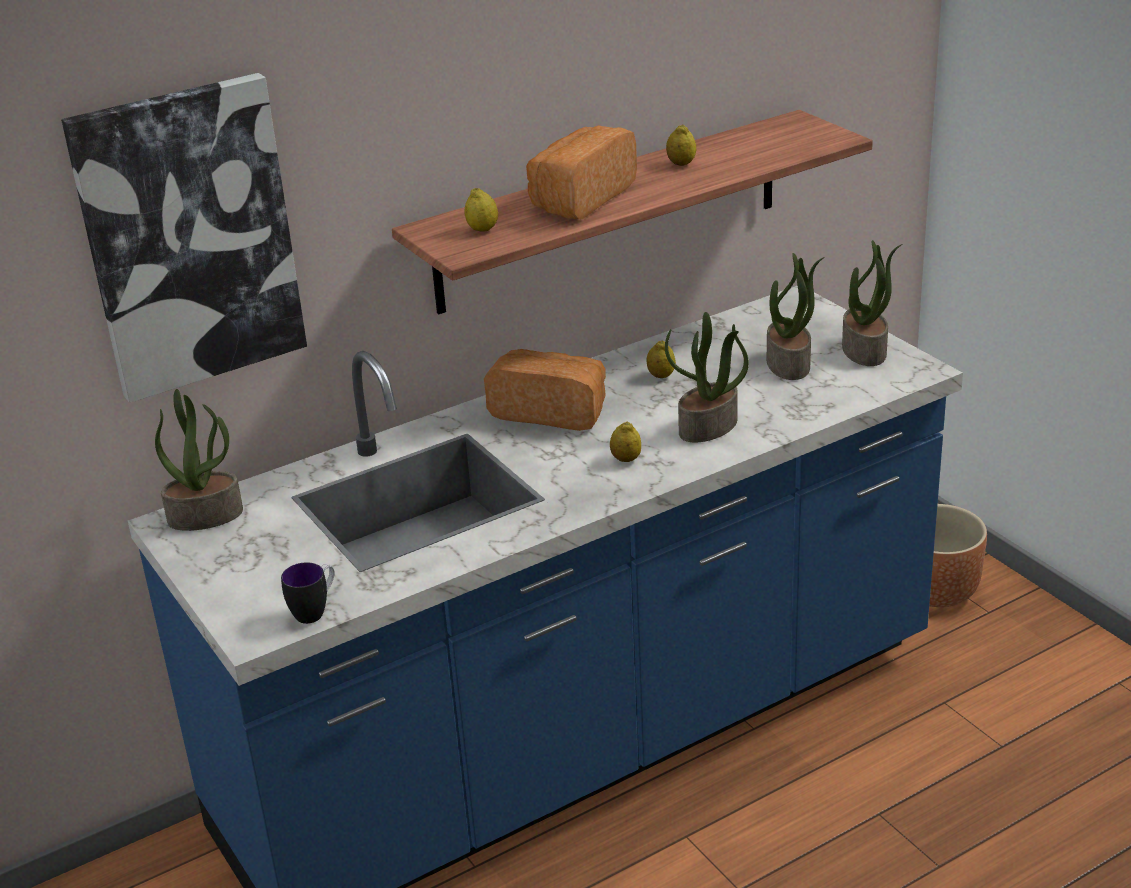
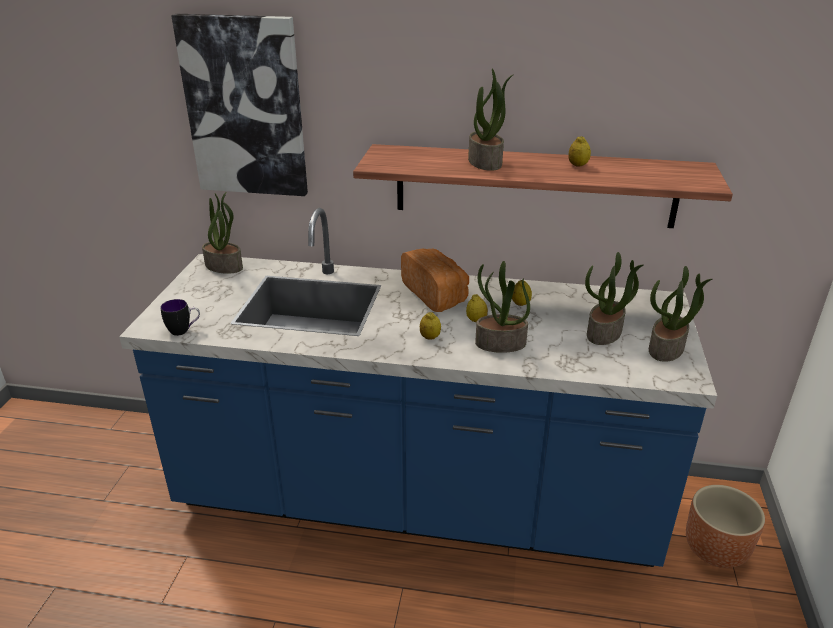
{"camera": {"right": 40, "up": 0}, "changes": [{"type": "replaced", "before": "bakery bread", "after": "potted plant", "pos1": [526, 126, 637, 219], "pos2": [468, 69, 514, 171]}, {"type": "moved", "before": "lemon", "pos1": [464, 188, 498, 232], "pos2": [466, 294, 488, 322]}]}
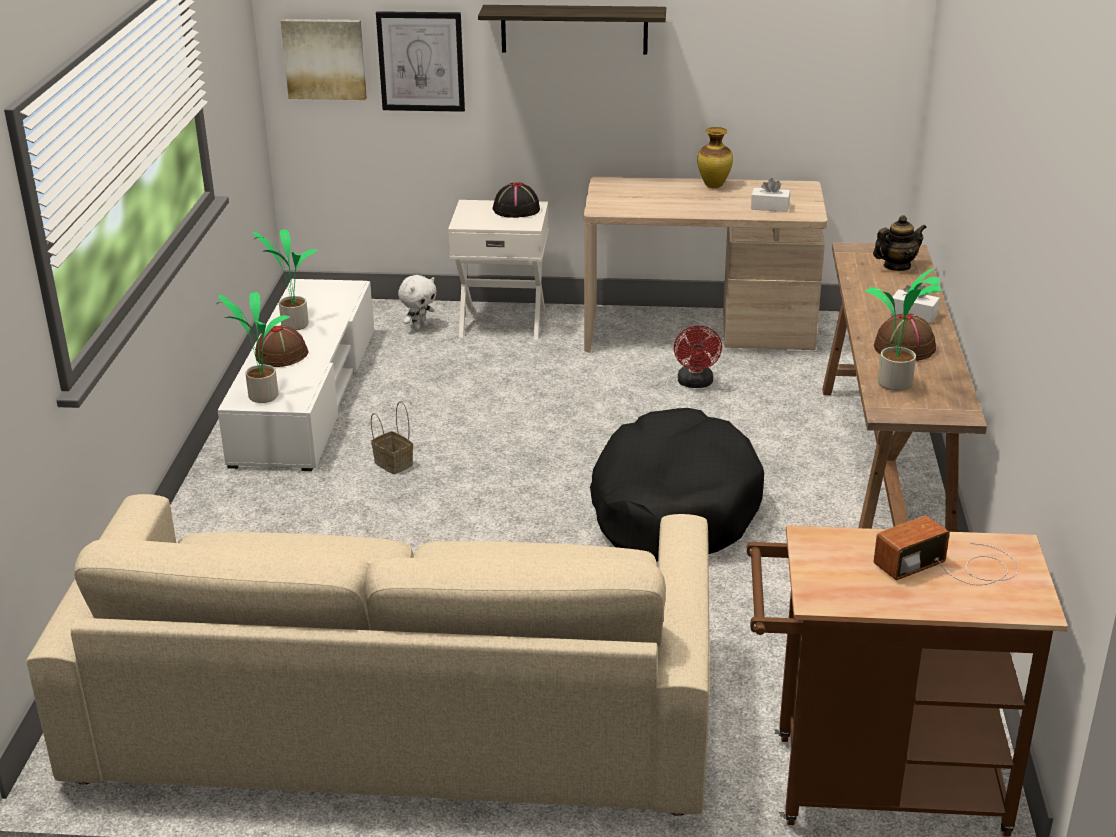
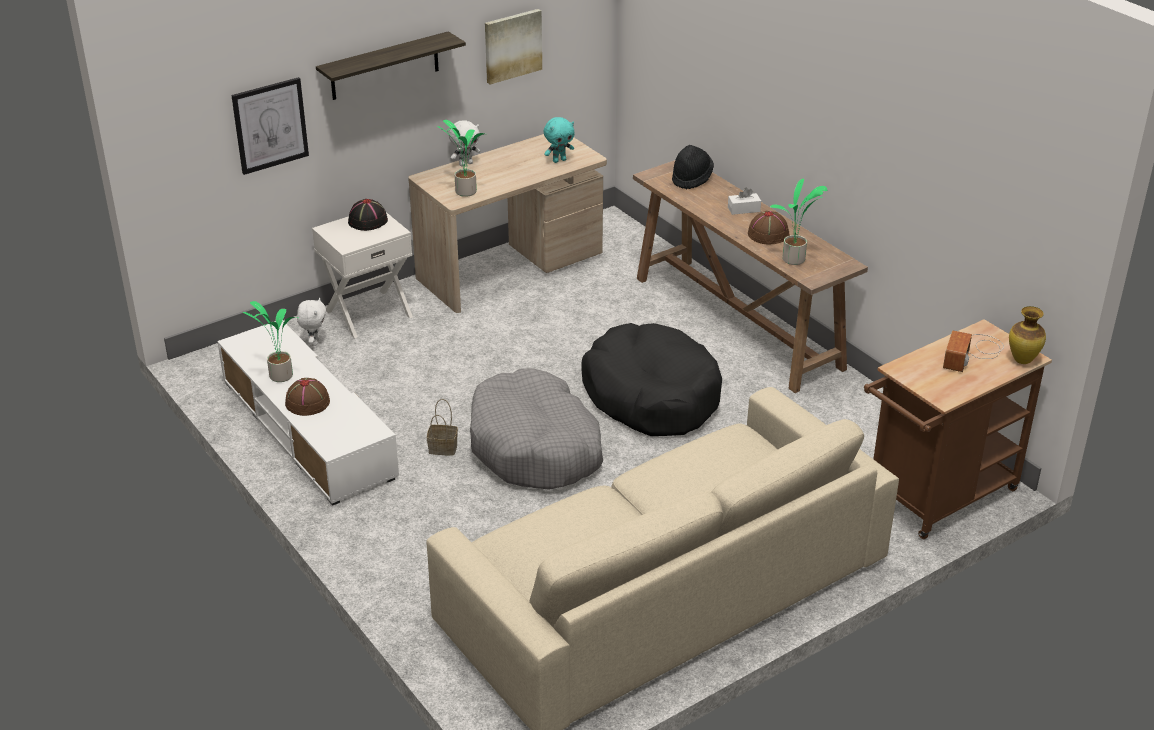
{"camera": {"right": -40, "up": 5}, "changes": [{"type": "moved", "before": "wall art", "pos1": [281, 19, 367, 100], "pos2": [485, 9, 542, 84]}, {"type": "moved", "before": "flower vase", "pos1": [697, 127, 733, 188], "pos2": [1009, 306, 1046, 364]}, {"type": "replaced", "before": "white box of tissues", "after": "blue-green soft toy", "pos1": [751, 178, 790, 212], "pos2": [544, 117, 574, 163]}, {"type": "replaced", "before": "teapot", "after": "blackish wearable hat", "pos1": [873, 215, 927, 271], "pos2": [672, 145, 714, 190]}, {"type": "moved", "before": "potted plant", "pos1": [217, 292, 290, 403], "pos2": [437, 120, 485, 197]}, {"type": "removed", "before": "red electric fan", "pos1": [674, 325, 722, 388]}, {"type": "added", "after": "white soft toy", "pos2": [449, 120, 480, 166]}, {"type": "added", "after": "grey dog cushion", "pos2": [470, 368, 603, 490]}]}
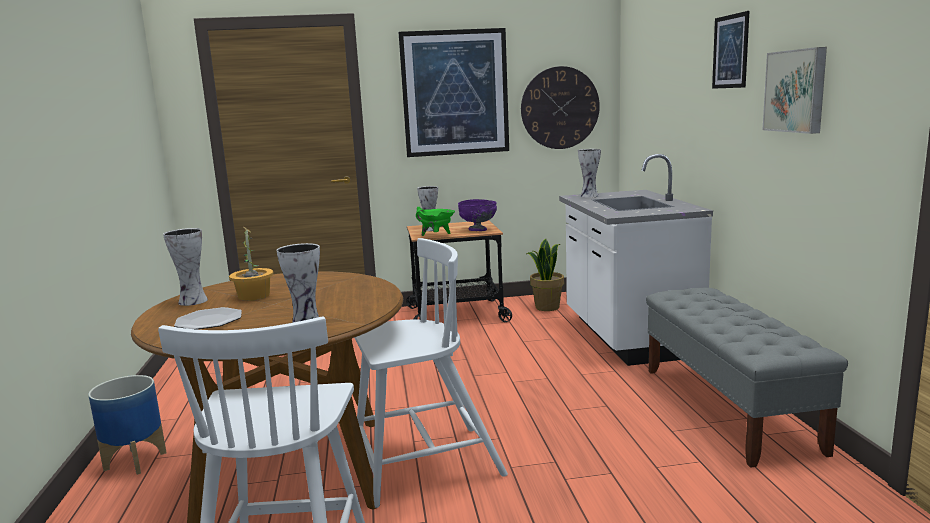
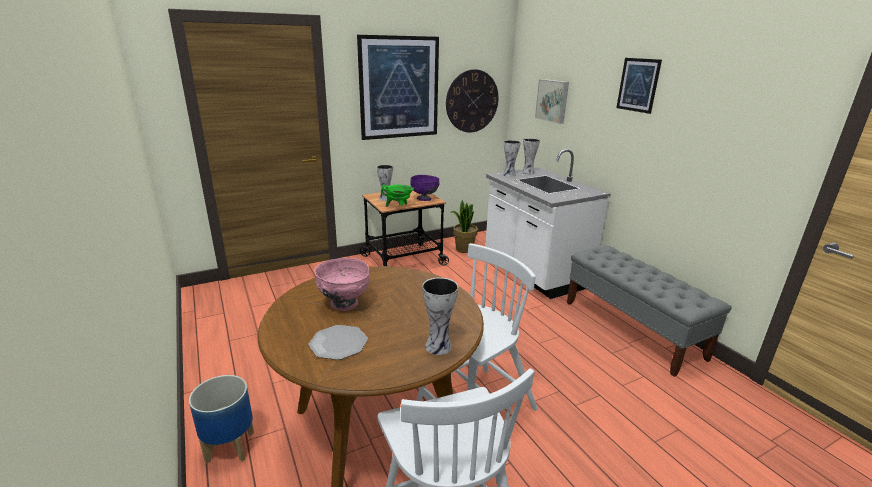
{"camera": {"right": -20, "up": 10}, "changes": [{"type": "moved", "before": "wall art", "pos1": [762, 47, 827, 134], "pos2": [535, 79, 569, 124]}, {"type": "replaced", "before": "potted plant", "after": "pinkish serving bowl", "pos1": [229, 226, 274, 301], "pos2": [314, 258, 370, 311]}, {"type": "moved", "before": "flower vase", "pos1": [163, 228, 208, 306], "pos2": [522, 138, 540, 174]}]}
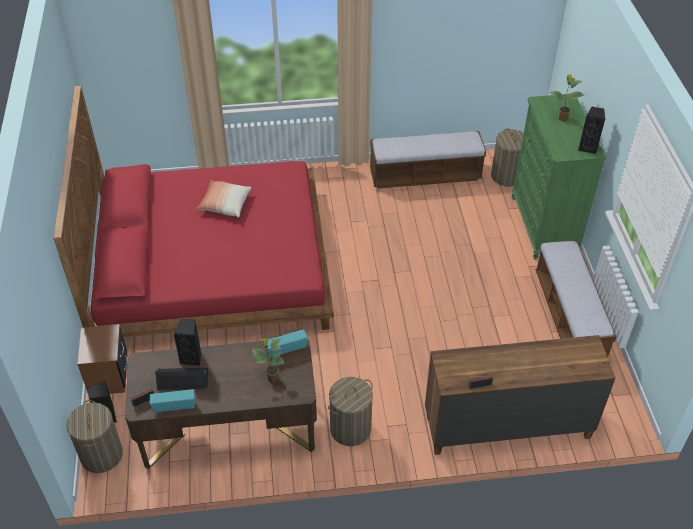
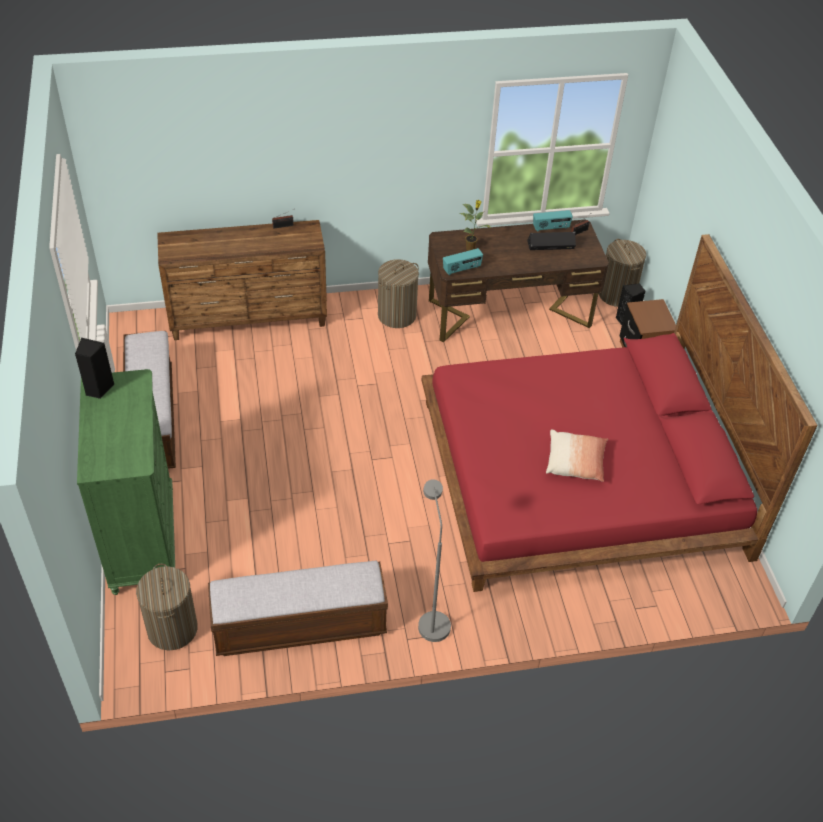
{"camera": {"right": 175, "up": 0}, "changes": [{"type": "removed", "before": "potted plant", "pos1": [550, 75, 584, 122]}, {"type": "removed", "before": "blackish loudspeaker", "pos1": [173, 319, 201, 366]}, {"type": "added", "after": "grey standard lamp", "pos2": [418, 479, 451, 642]}]}
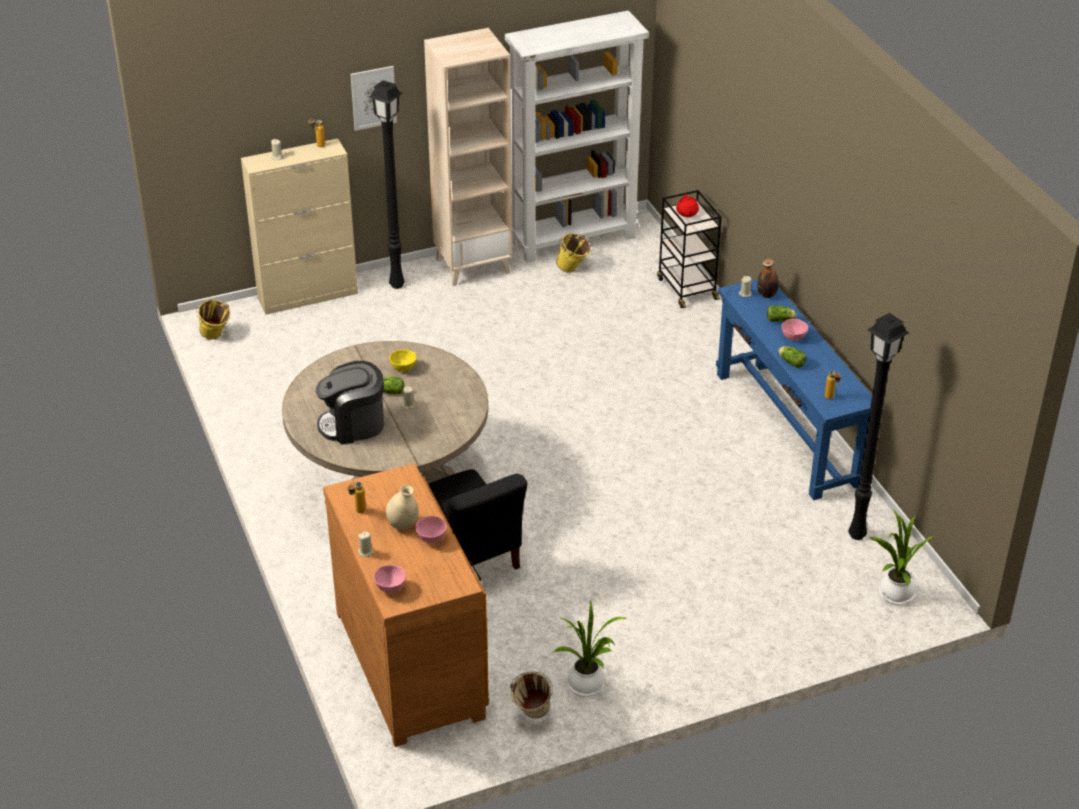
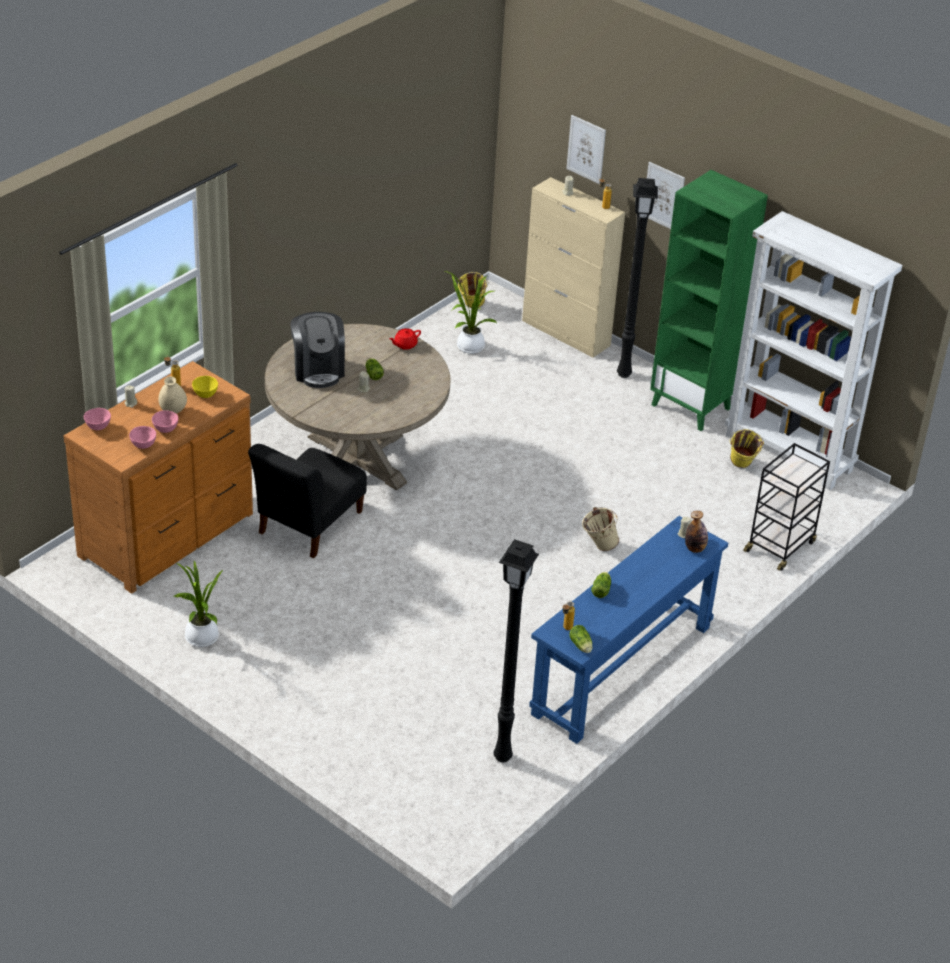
{"camera": {"right": 60, "up": 0}, "changes": [{"type": "recoloured", "before": "beige bookshelf", "after": "greenish bookshelf", "pos1": [424, 28, 512, 286], "pos2": [650, 170, 768, 431]}, {"type": "moved", "before": "red teapot", "pos1": [676, 194, 699, 217], "pos2": [389, 328, 421, 350]}, {"type": "moved", "before": "lettuce head", "pos1": [767, 305, 797, 322], "pos2": [569, 625, 592, 653]}, {"type": "moved", "before": "pinkish serving bowl", "pos1": [782, 319, 808, 341], "pos2": [129, 426, 156, 449]}, {"type": "moved", "before": "yellow serving bowl", "pos1": [389, 349, 417, 372], "pos2": [192, 376, 218, 398]}, {"type": "turned", "before": "coffee machine", "pos1": [316, 361, 384, 445], "pos2": [290, 312, 345, 388], "turn": -150}, {"type": "moved", "before": "potted plant", "pos1": [870, 509, 934, 605], "pos2": [445, 271, 497, 354]}, {"type": "moved", "before": "beige water bucket", "pos1": [510, 672, 553, 719], "pos2": [582, 507, 619, 551]}, {"type": "added", "after": "wall art", "pos2": [566, 115, 606, 184]}]}
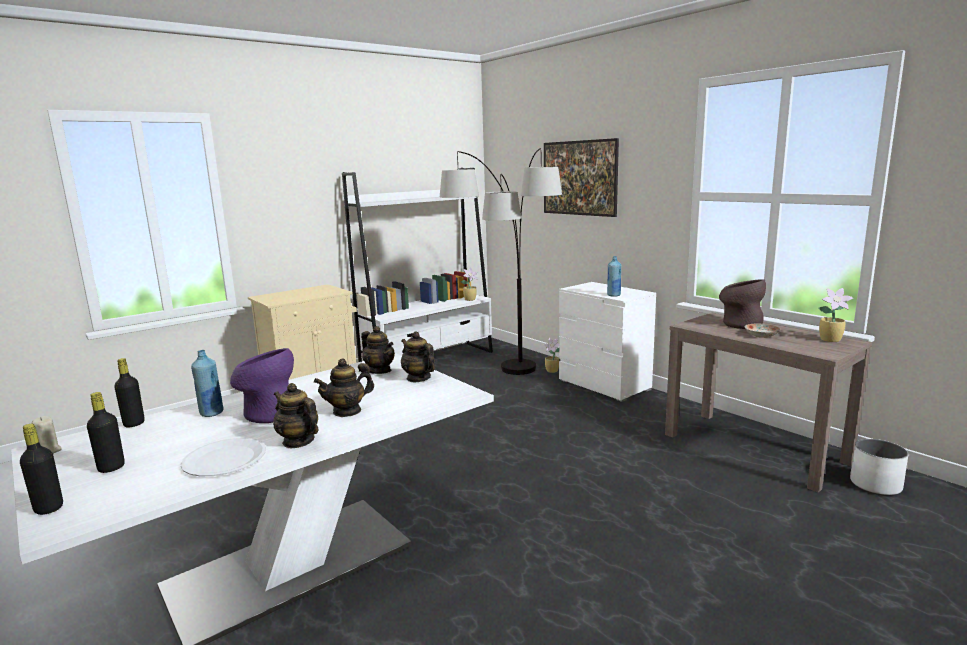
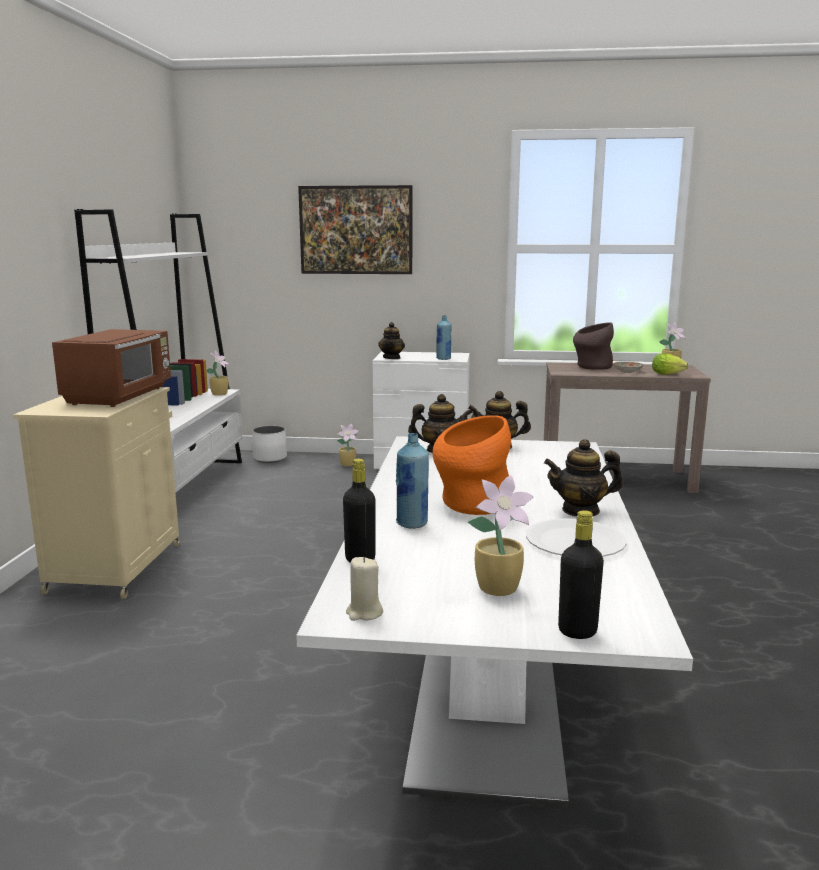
{"camera": {"right": -45, "up": 0}, "changes": [{"type": "removed", "before": "standard lamp", "pos1": [440, 148, 562, 375]}, {"type": "recoloured", "before": "purple-coloured flower vase", "after": "orange flower vase", "pos1": [230, 348, 294, 423], "pos2": [433, 415, 511, 515]}, {"type": "moved", "before": "teapot", "pos1": [314, 358, 374, 417], "pos2": [378, 322, 405, 359]}, {"type": "replaced", "before": "blackish drink bottle", "after": "potted plant", "pos1": [87, 392, 125, 473], "pos2": [468, 475, 534, 596]}, {"type": "moved", "before": "white flower pot", "pos1": [850, 439, 908, 496], "pos2": [252, 426, 287, 463]}, {"type": "added", "after": "brownish kitchen microwave", "pos2": [52, 329, 171, 407]}, {"type": "added", "after": "lettuce head", "pos2": [652, 353, 688, 375]}]}
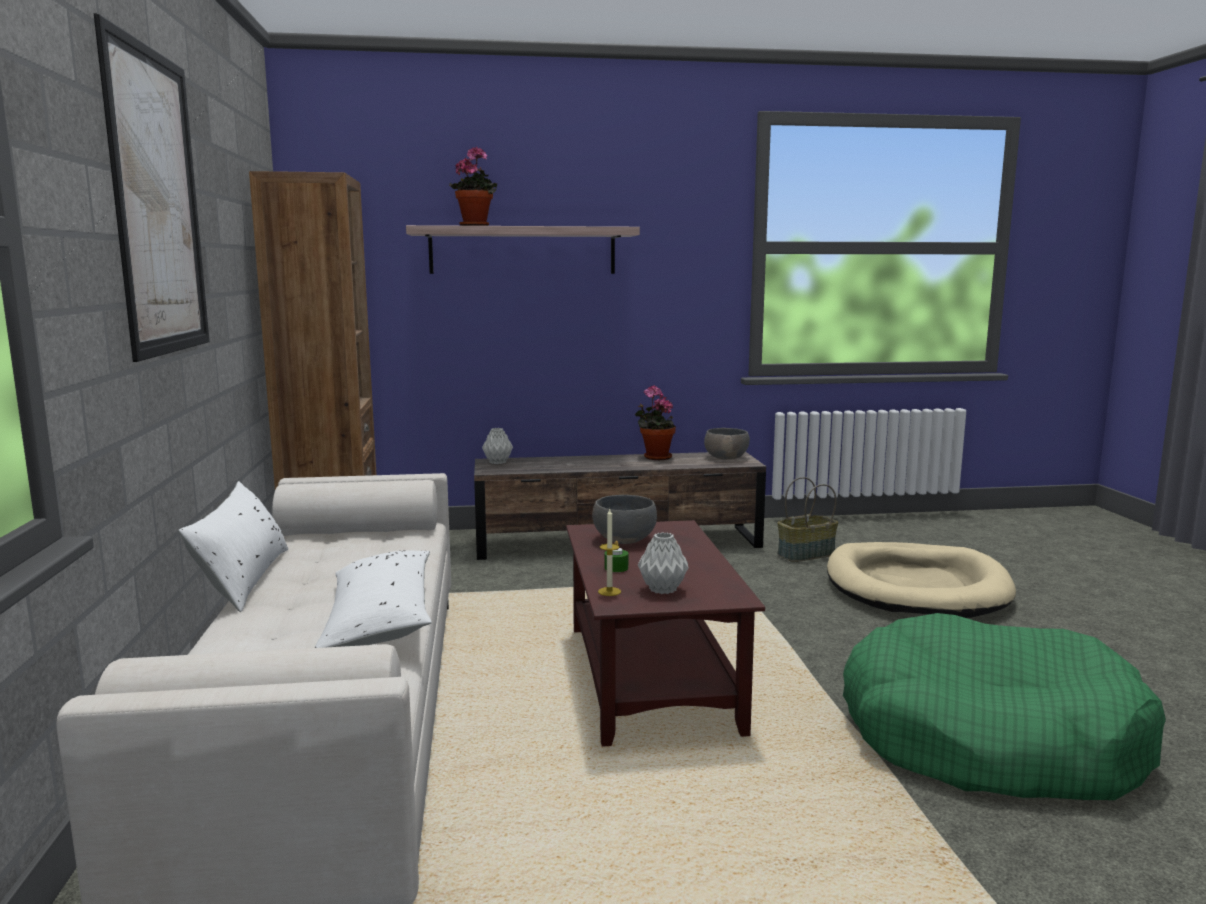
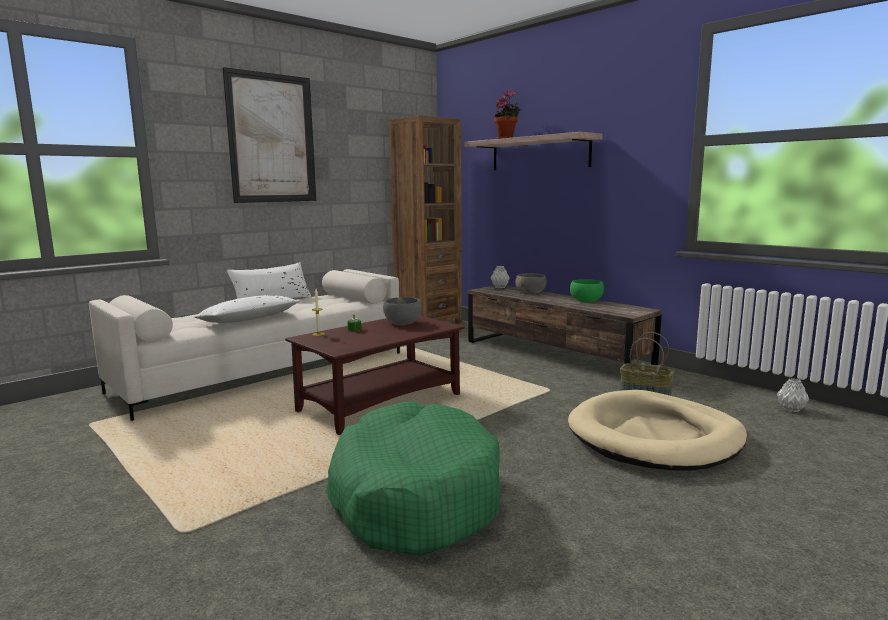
{"camera": {"right": 55, "up": 0}, "changes": [{"type": "replaced", "before": "potted plant", "after": "greenish serving bowl", "pos1": [634, 385, 676, 460], "pos2": [570, 279, 604, 303]}, {"type": "moved", "before": "grey serving bowl", "pos1": [704, 428, 750, 459], "pos2": [515, 273, 546, 294]}, {"type": "moved", "before": "grey flower vase", "pos1": [638, 532, 689, 594], "pos2": [777, 378, 809, 412]}]}
